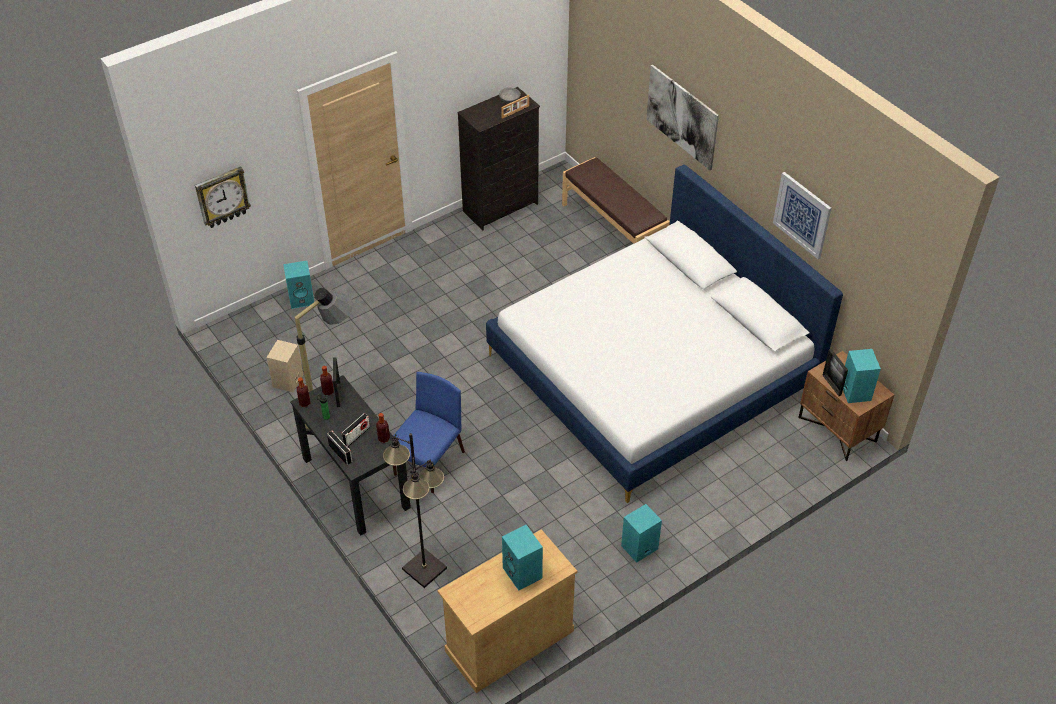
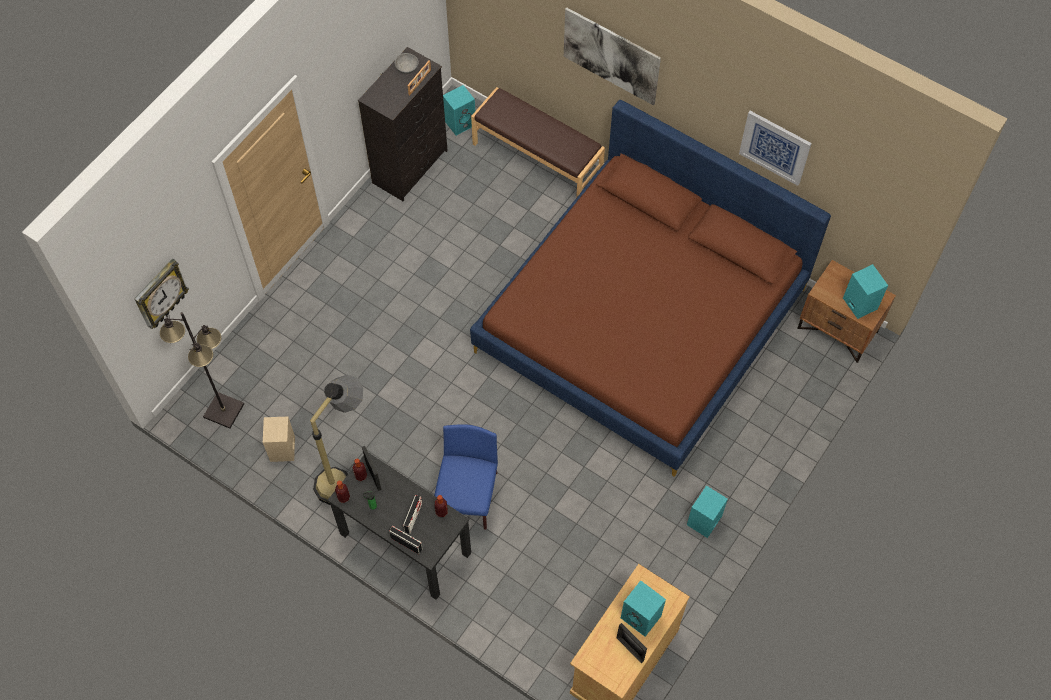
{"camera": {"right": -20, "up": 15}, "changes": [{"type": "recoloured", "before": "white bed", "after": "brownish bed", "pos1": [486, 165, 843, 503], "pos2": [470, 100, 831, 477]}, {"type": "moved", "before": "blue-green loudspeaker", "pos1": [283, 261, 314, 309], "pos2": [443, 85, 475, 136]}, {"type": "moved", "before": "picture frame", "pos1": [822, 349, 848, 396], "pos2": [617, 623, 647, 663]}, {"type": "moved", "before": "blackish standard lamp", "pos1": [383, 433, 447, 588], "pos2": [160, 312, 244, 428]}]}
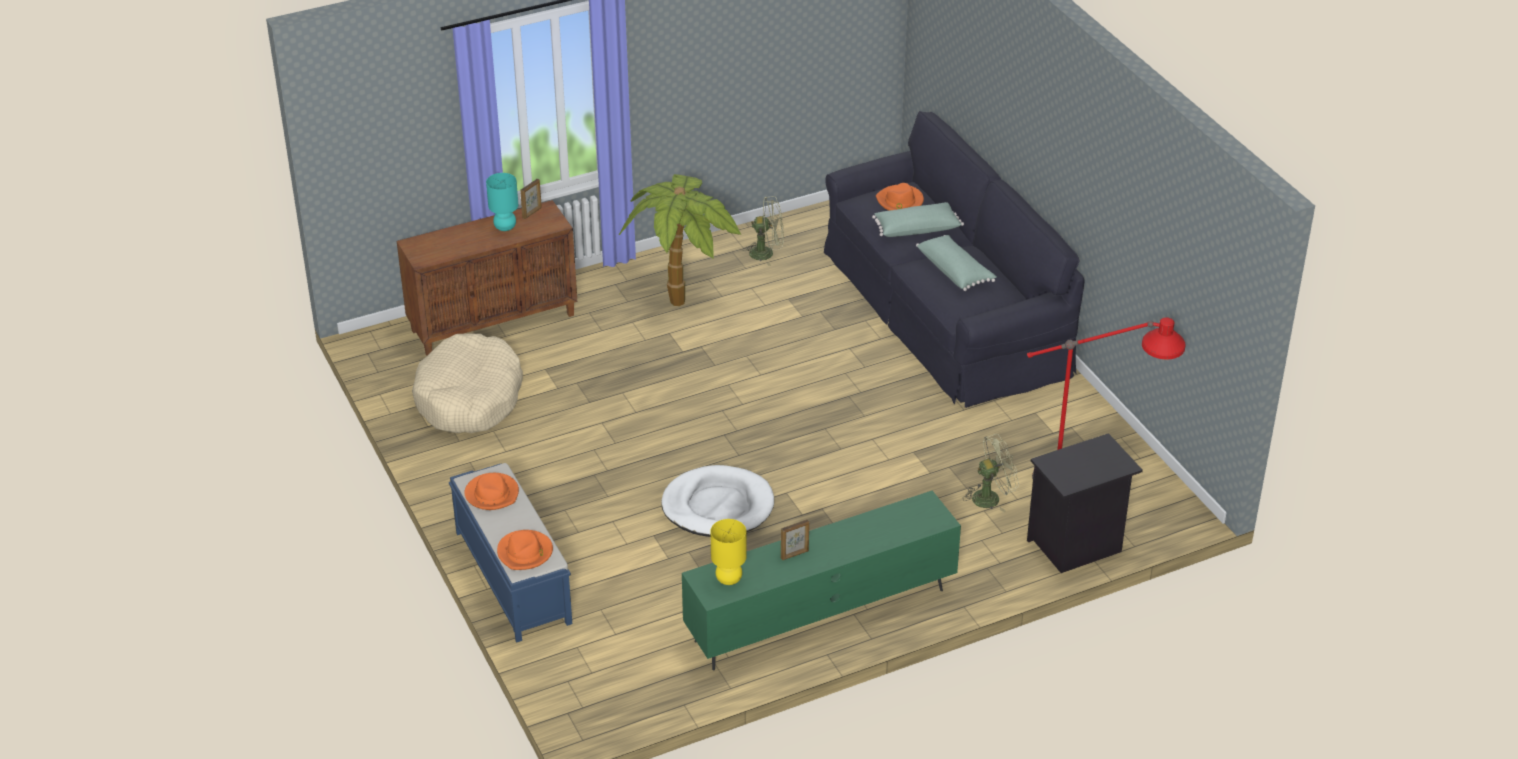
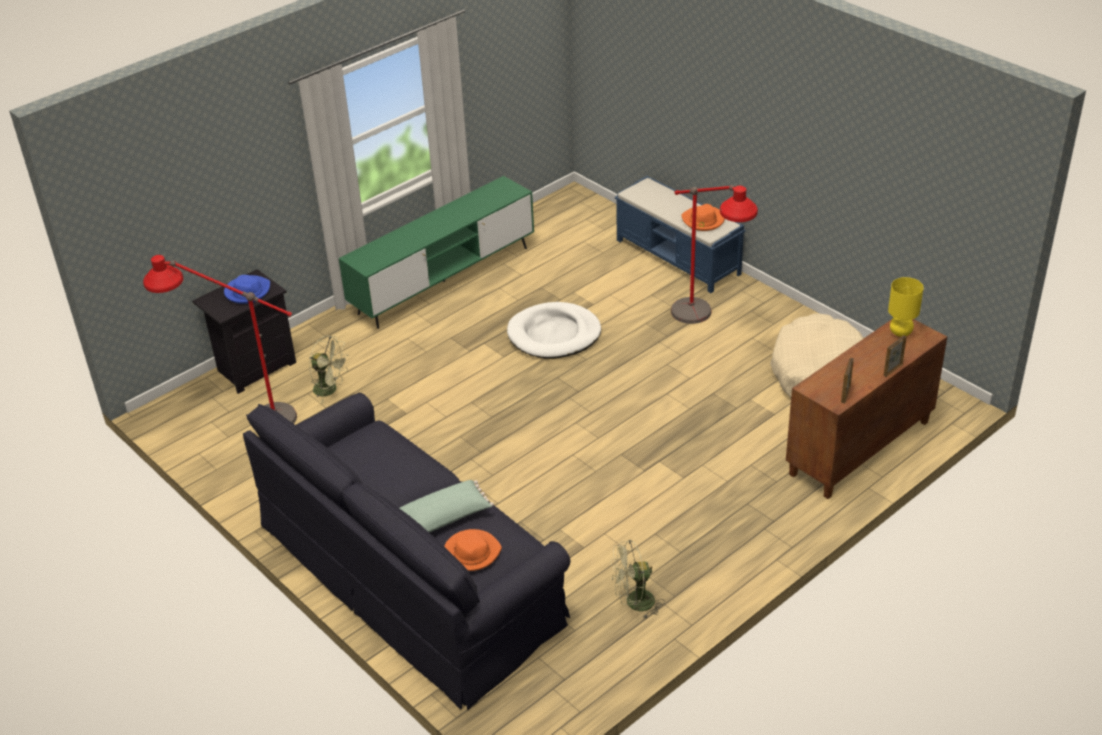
{"camera": {"right": 165, "up": 0}, "changes": [{"type": "removed", "before": "blue-green lamp for a table", "pos1": [486, 173, 518, 231]}, {"type": "removed", "before": "potted plant", "pos1": [619, 174, 741, 306]}, {"type": "removed", "before": "greenish pillow", "pos1": [916, 235, 997, 291]}, {"type": "turned", "before": "greenish electric fan", "pos1": [964, 434, 1019, 512], "pos2": [309, 336, 349, 403], "turn": -120}, {"type": "moved", "before": "yellow lamp for a table", "pos1": [710, 519, 747, 585], "pos2": [888, 277, 924, 337]}, {"type": "moved", "before": "picture frame", "pos1": [781, 519, 809, 560], "pos2": [884, 335, 907, 377]}, {"type": "removed", "before": "orange wearable hat", "pos1": [497, 530, 553, 570]}, {"type": "added", "after": "red standard lamp", "pos2": [671, 185, 758, 324]}, {"type": "added", "after": "blue wearable hat", "pos2": [224, 275, 270, 304]}]}
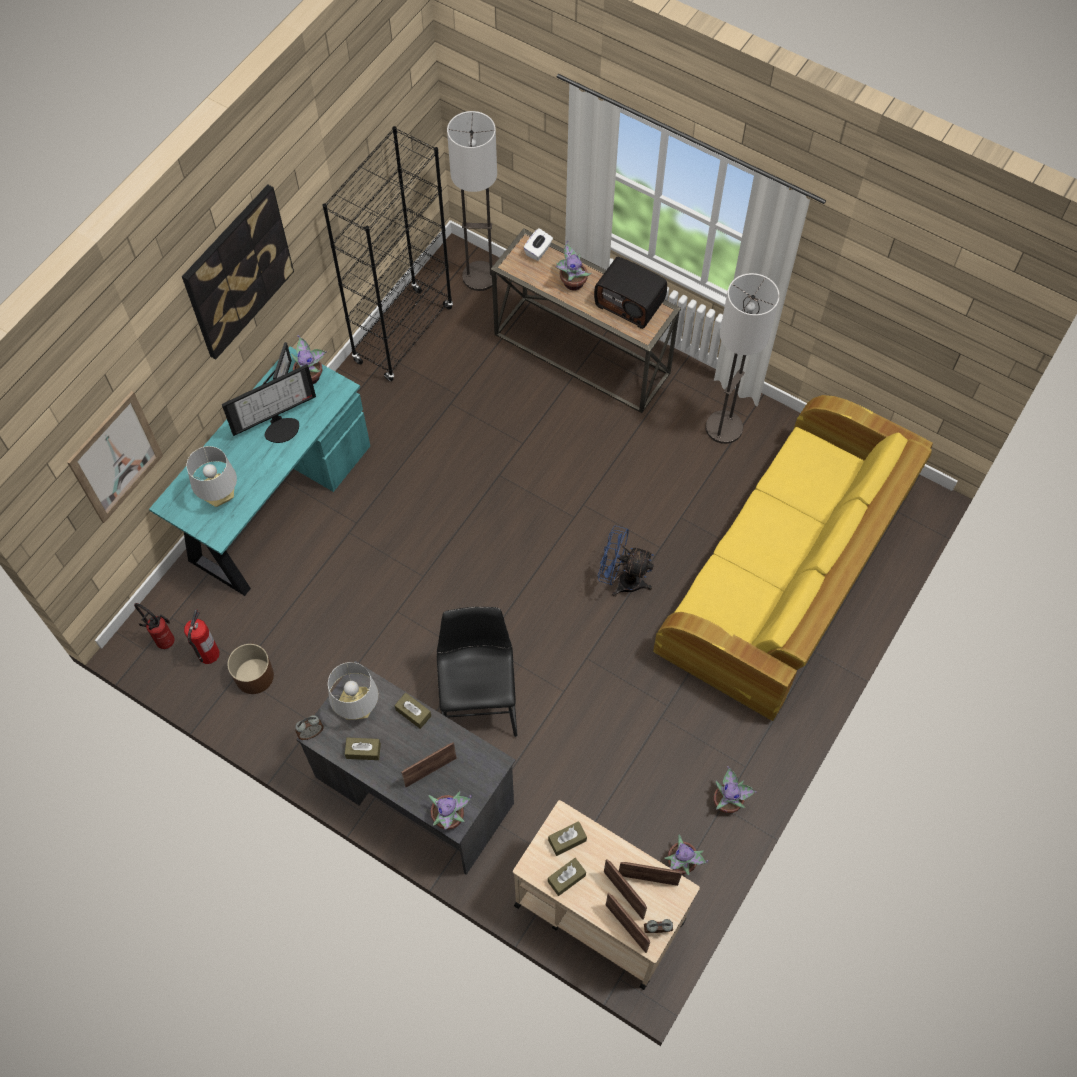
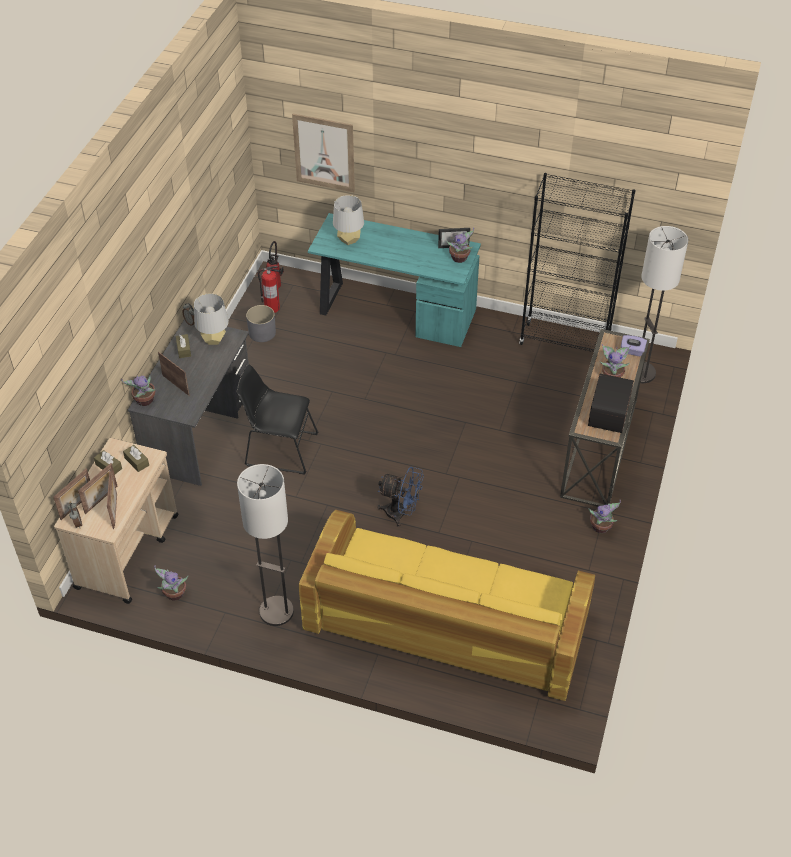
{"camera": {"right": 75, "up": -15}, "changes": [{"type": "removed", "before": "wall art", "pos1": [182, 184, 294, 359]}, {"type": "recoloured", "before": "white box of tissues", "after": "purple-coloured box of tissues", "pos1": [524, 228, 553, 261], "pos2": [621, 335, 647, 356]}, {"type": "moved", "before": "standard lamp", "pos1": [706, 273, 780, 444], "pos2": [237, 464, 294, 626]}, {"type": "removed", "before": "computer screen", "pos1": [222, 364, 316, 443]}, {"type": "turned", "before": "blue electric fan", "pos1": [598, 525, 654, 597], "pos2": [377, 467, 424, 527], "turn": 105}, {"type": "turned", "before": "blackish chair", "pos1": [437, 607, 517, 737], "pos2": [237, 364, 319, 475], "turn": -150}, {"type": "recoloured", "before": "brownish flower pot", "after": "grey flower pot", "pos1": [227, 644, 274, 694], "pos2": [246, 305, 276, 342]}, {"type": "removed", "before": "brownish box of tissues", "pos1": [395, 693, 431, 729]}, {"type": "moved", "before": "potted plant", "pos1": [713, 766, 757, 813], "pos2": [588, 500, 621, 533]}]}
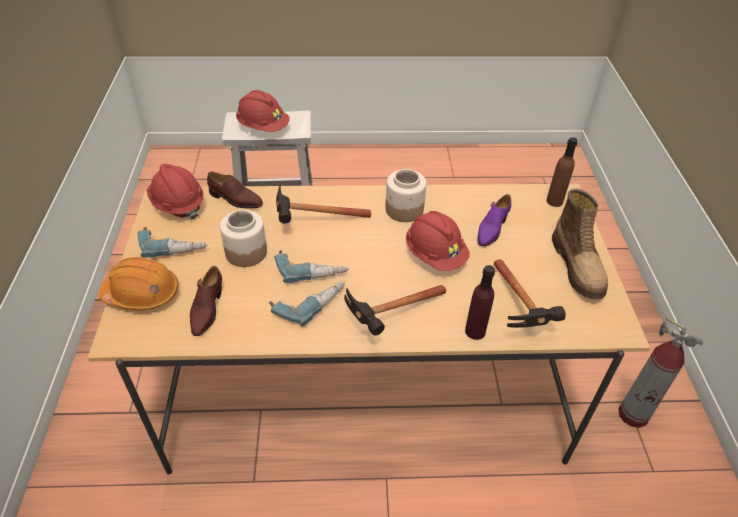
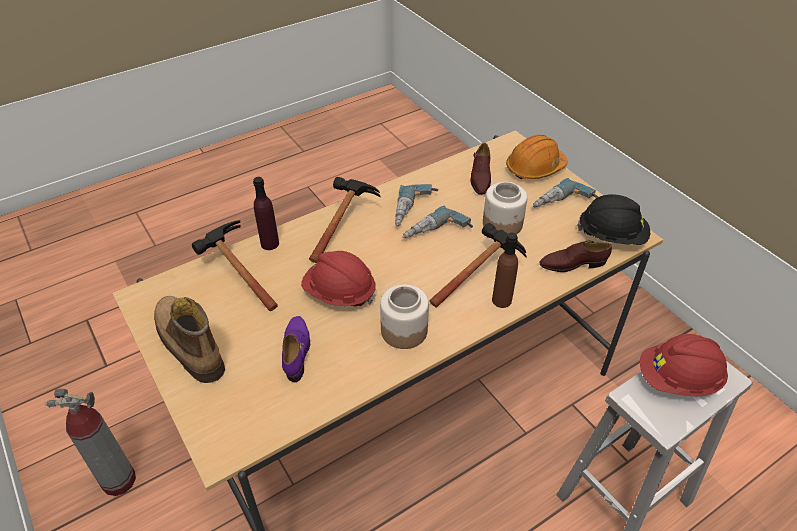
{"camera": {"right": 150, "up": 0}, "changes": [{"type": "moved", "before": "brownish drink bottle", "pos1": [546, 137, 578, 207], "pos2": [492, 233, 518, 308]}, {"type": "recoloured", "before": "red safety helmet", "after": "blackish safety helmet", "pos1": [146, 164, 204, 220], "pos2": [577, 194, 650, 245]}, {"type": "turned", "before": "brownish item of footwear", "pos1": [190, 266, 222, 336], "pos2": [470, 143, 491, 195], "turn": -150}]}
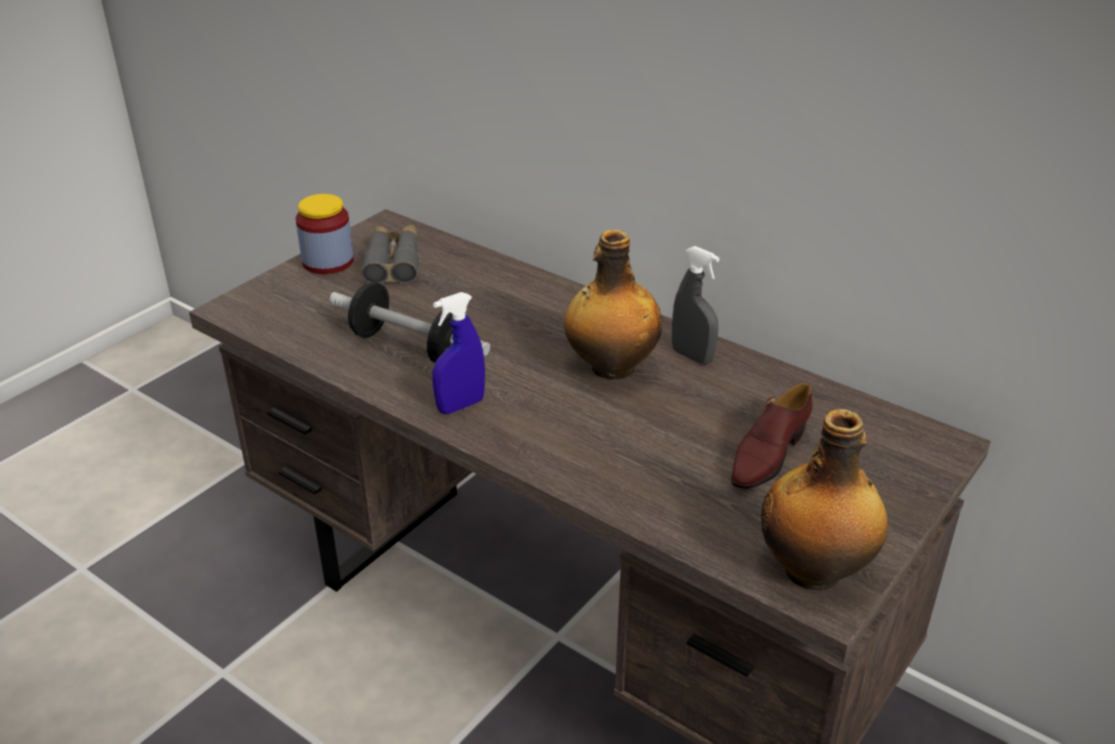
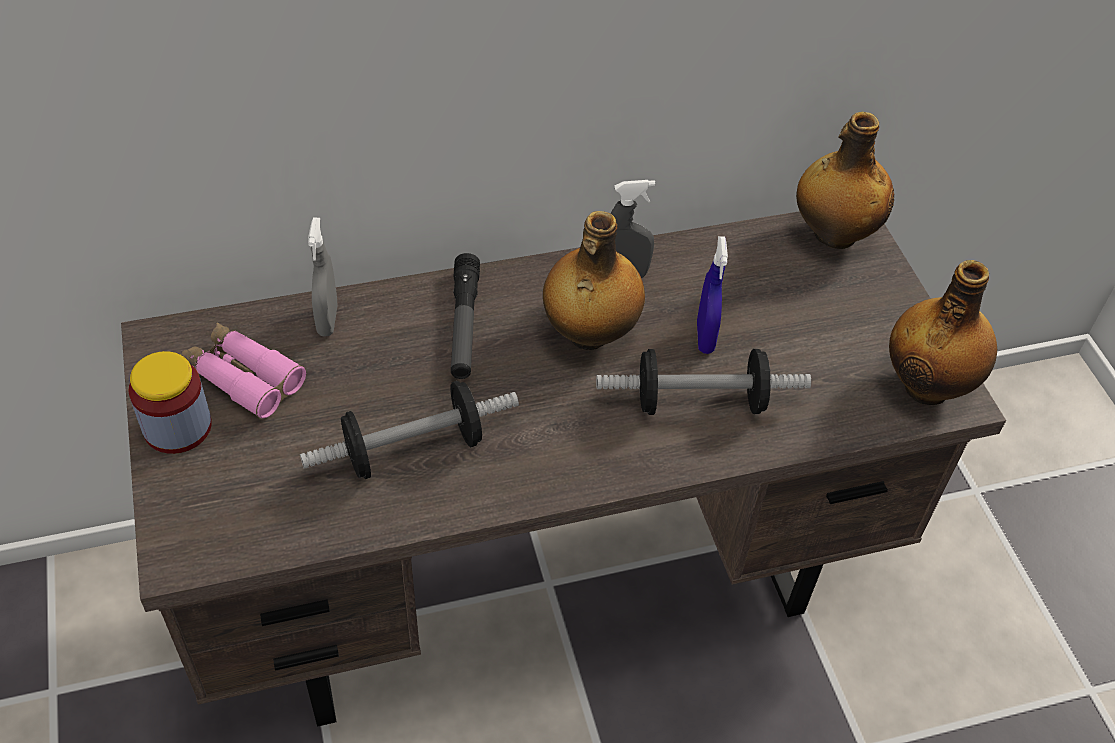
{"camera": {"right": -55, "up": 15}, "changes": [{"type": "recoloured", "before": "grey field glasses", "after": "pinkish field glasses", "pos1": [361, 225, 419, 284], "pos2": [181, 322, 306, 419]}, {"type": "moved", "before": "blue spray bottle", "pos1": [432, 292, 485, 414], "pos2": [697, 236, 728, 354]}, {"type": "removed", "before": "brownish item of footwear", "pos1": [731, 383, 812, 489]}, {"type": "added", "after": "drink bottle", "pos2": [796, 112, 895, 249]}, {"type": "added", "after": "grey spray bottle", "pos2": [308, 218, 338, 337]}, {"type": "added", "after": "torch", "pos2": [451, 253, 480, 379]}, {"type": "added", "after": "free weight", "pos2": [596, 349, 811, 415]}]}
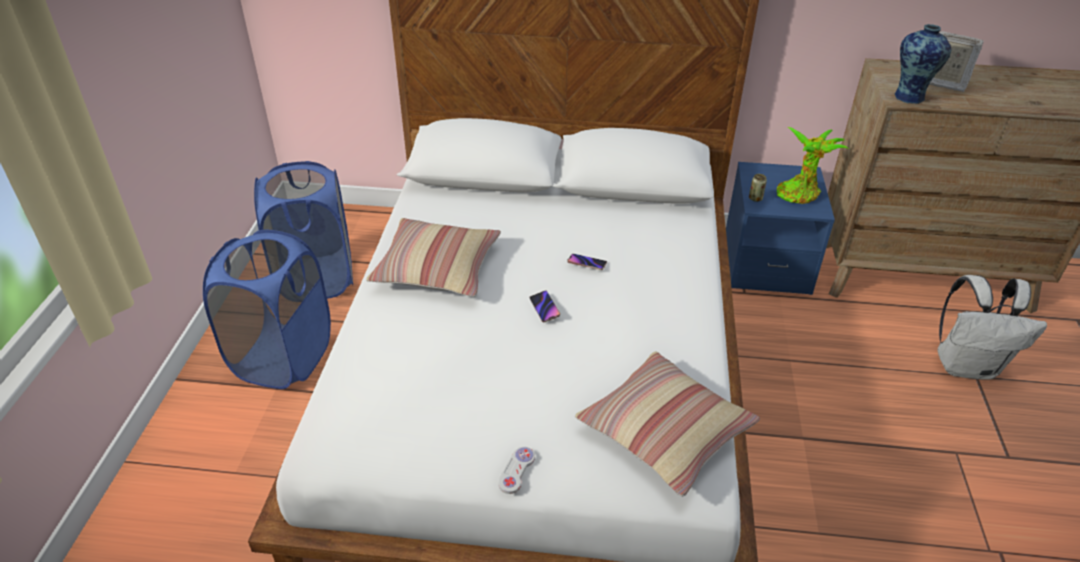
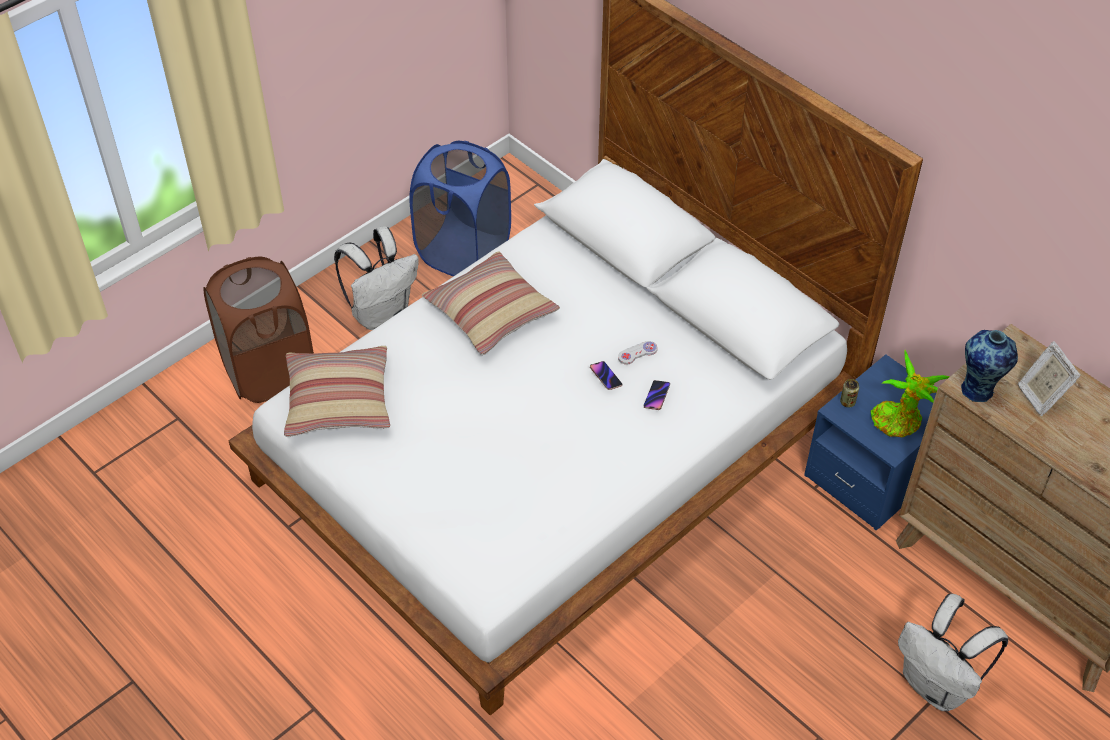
{"camera": {"right": 40, "up": 10}, "changes": [{"type": "replaced", "before": "blue hamper", "after": "white backpack", "pos1": [203, 230, 331, 389], "pos2": [334, 227, 419, 330]}, {"type": "moved", "before": "phone", "pos1": [529, 290, 560, 322], "pos2": [643, 380, 670, 410]}, {"type": "moved", "before": "pillow", "pos1": [575, 352, 760, 497], "pos2": [284, 346, 390, 437]}, {"type": "moved", "before": "white gamepad", "pos1": [498, 447, 535, 494], "pos2": [618, 341, 657, 365]}, {"type": "added", "after": "brownish hamper", "pos2": [203, 257, 314, 403]}]}
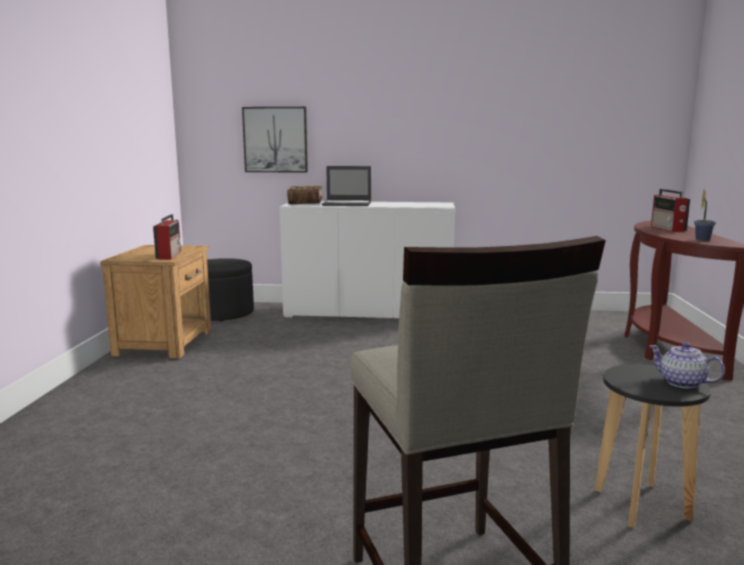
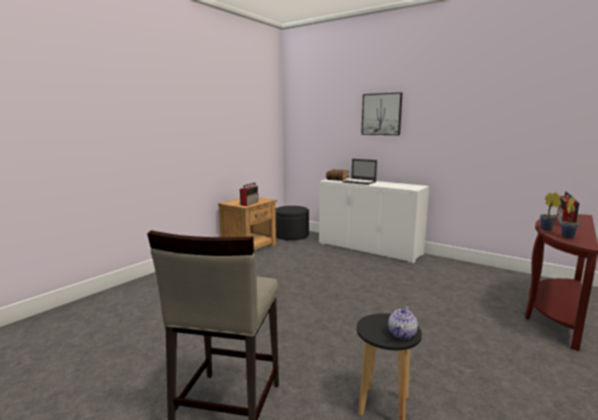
{"camera": {"right": 30, "up": 0}, "changes": [{"type": "moved", "before": "wall art", "pos1": [242, 107, 308, 173], "pos2": [361, 92, 402, 135]}, {"type": "turned", "before": "teapot", "pos1": [649, 342, 725, 389], "pos2": [388, 306, 418, 339], "turn": -135}, {"type": "added", "after": "potted plant", "pos2": [540, 192, 561, 231]}]}
